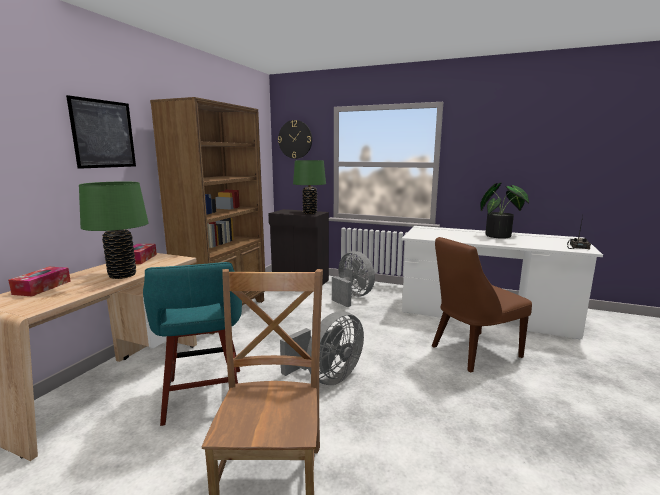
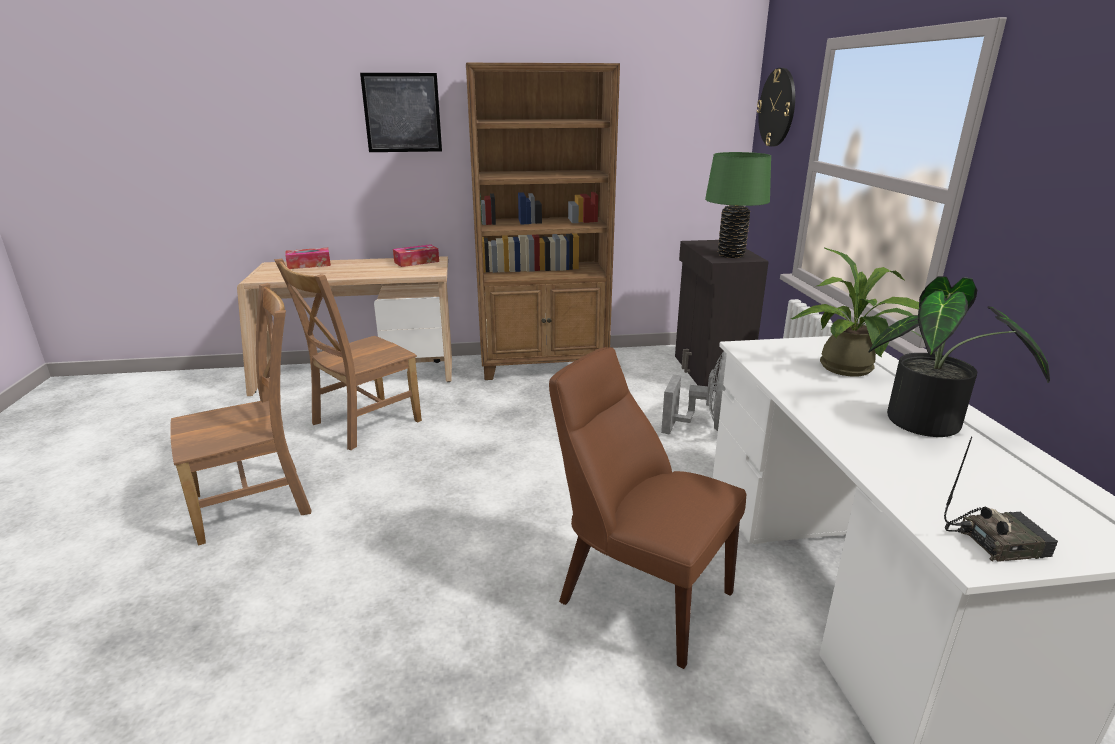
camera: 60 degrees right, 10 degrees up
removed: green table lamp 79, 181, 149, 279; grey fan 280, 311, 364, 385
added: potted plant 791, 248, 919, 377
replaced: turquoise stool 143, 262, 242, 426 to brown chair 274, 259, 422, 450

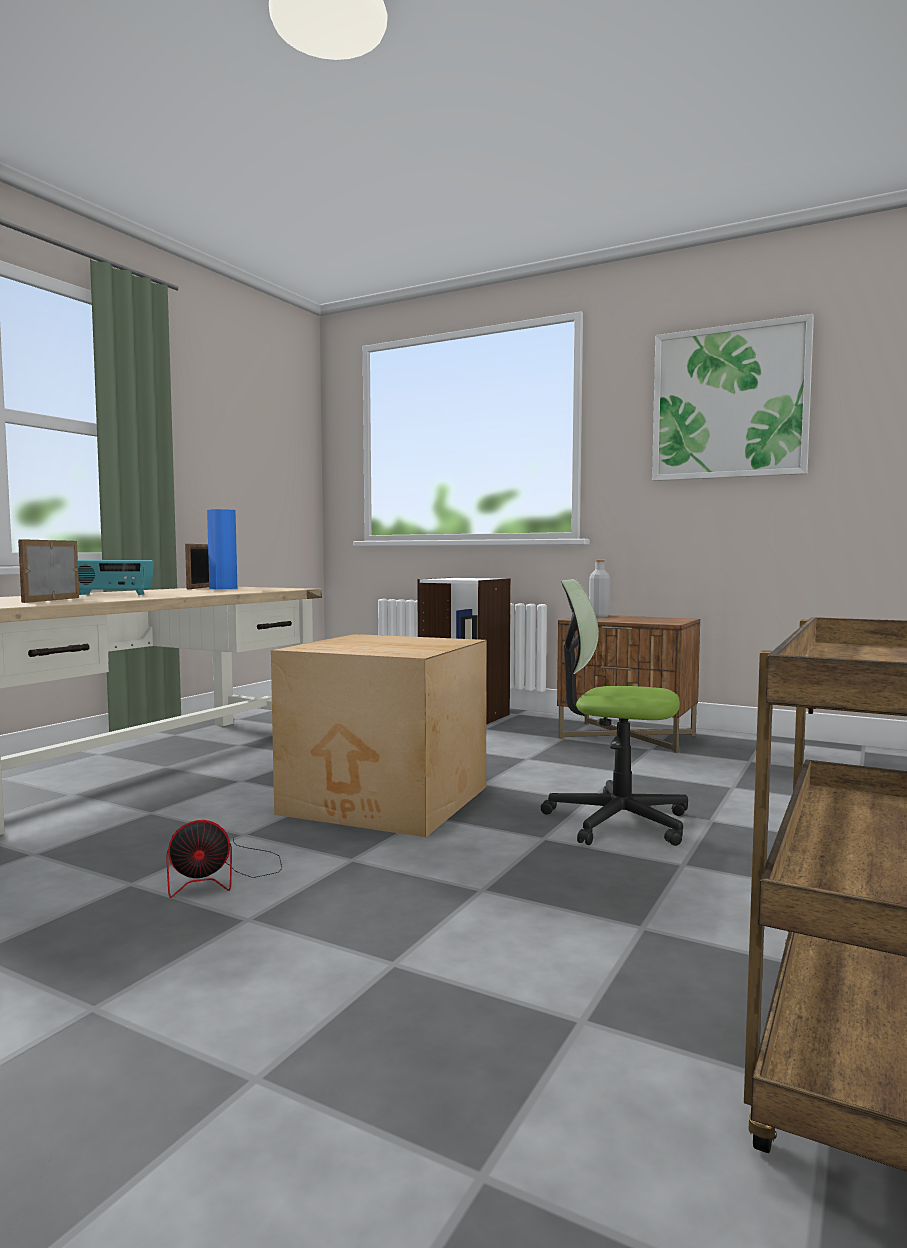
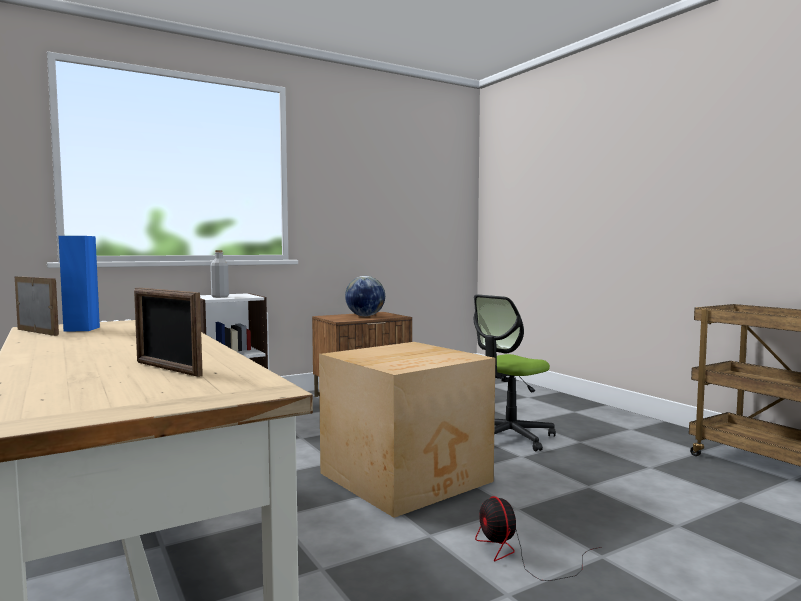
camera: 60 degrees left, 0 degrees up
removed: radio 78, 560, 154, 595; picture 652, 314, 814, 481
added: globe 345, 276, 385, 316
moved: grey bottle 589, 560, 610, 617 to 210, 250, 229, 298
turned: fan 166, 820, 282, 898 = 475, 496, 602, 581 150 degrees clockwise

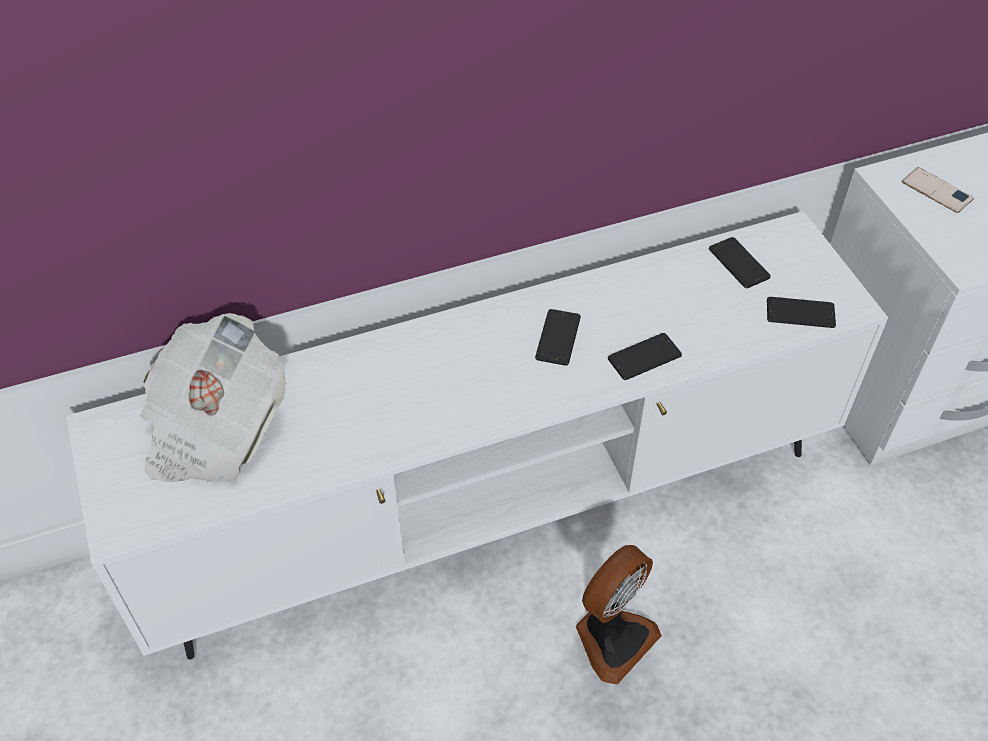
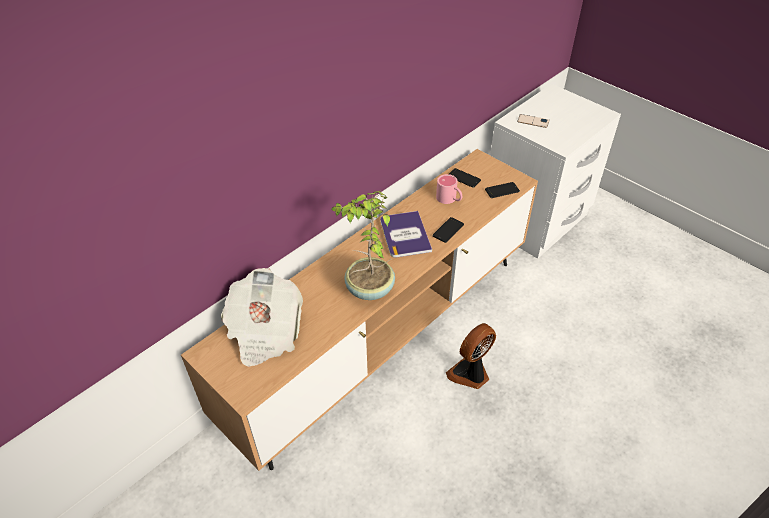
camera: 25 degrees left, 5 degrees down
added: potted plant 332, 190, 395, 300; pink mug 436, 174, 462, 204
replaced: phone 535, 309, 581, 366 to book 380, 211, 432, 258
recoloured: white tv stand 66, 211, 888, 660 to brown tv stand 181, 149, 538, 471
turned: fan 576, 545, 662, 684 = 446, 323, 496, 389 150 degrees counterclockwise

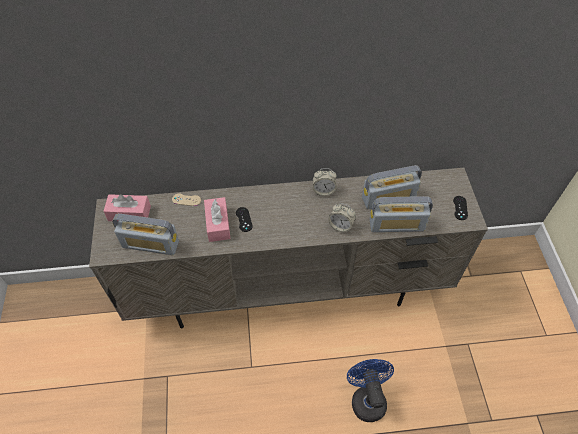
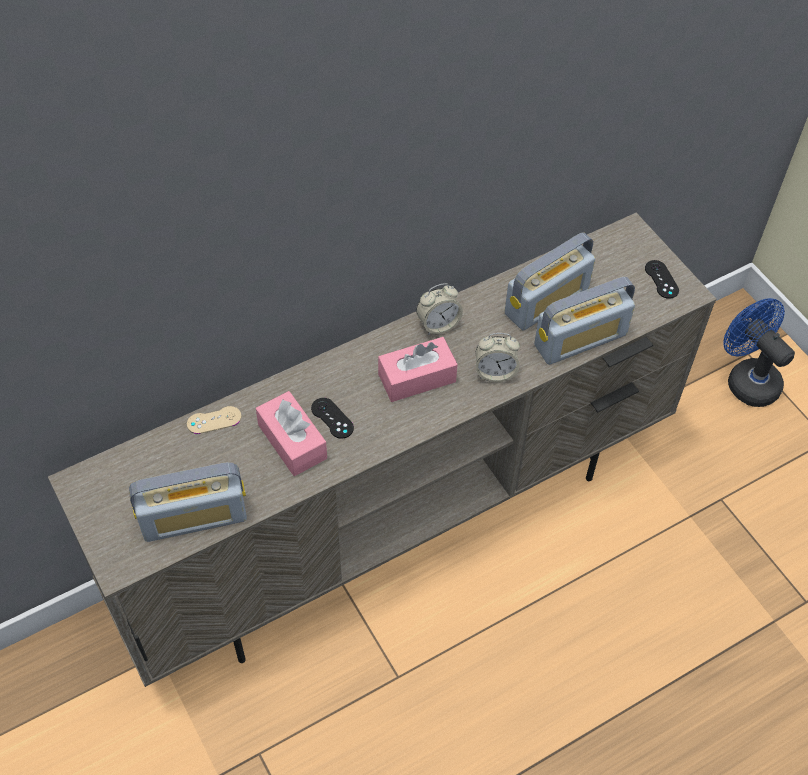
camera: 25 degrees left, 0 degrees up
moved: pink tissue box 104, 194, 151, 221 to 378, 337, 458, 402; blue fan 347, 359, 394, 422 to 723, 298, 795, 407

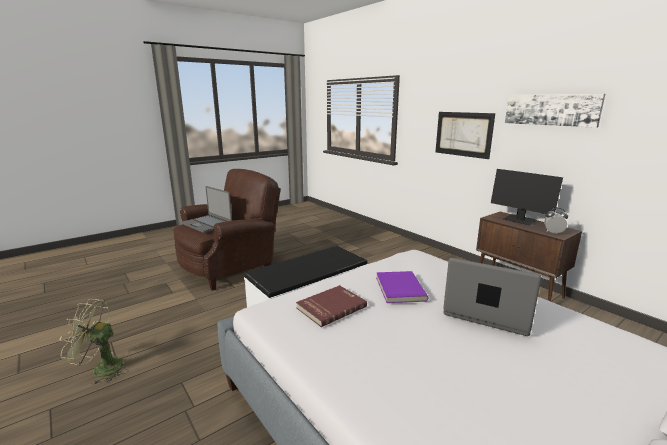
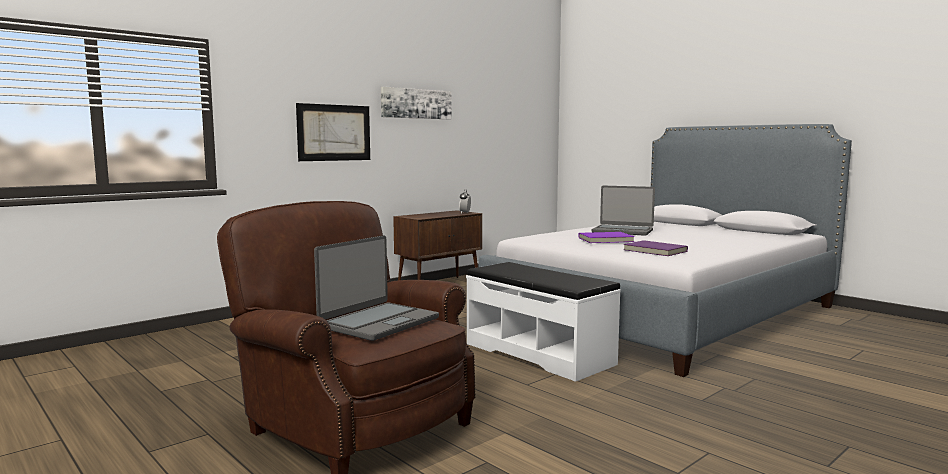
camera: 95 degrees left, 10 degrees down
removed: green fan 60, 299, 129, 385; monitor 491, 169, 563, 225
recoloured: red book 296, 285, 367, 327 to purple book 624, 240, 688, 256
turned: laptop 443, 258, 541, 336 = 592, 186, 655, 236 90 degrees counterclockwise

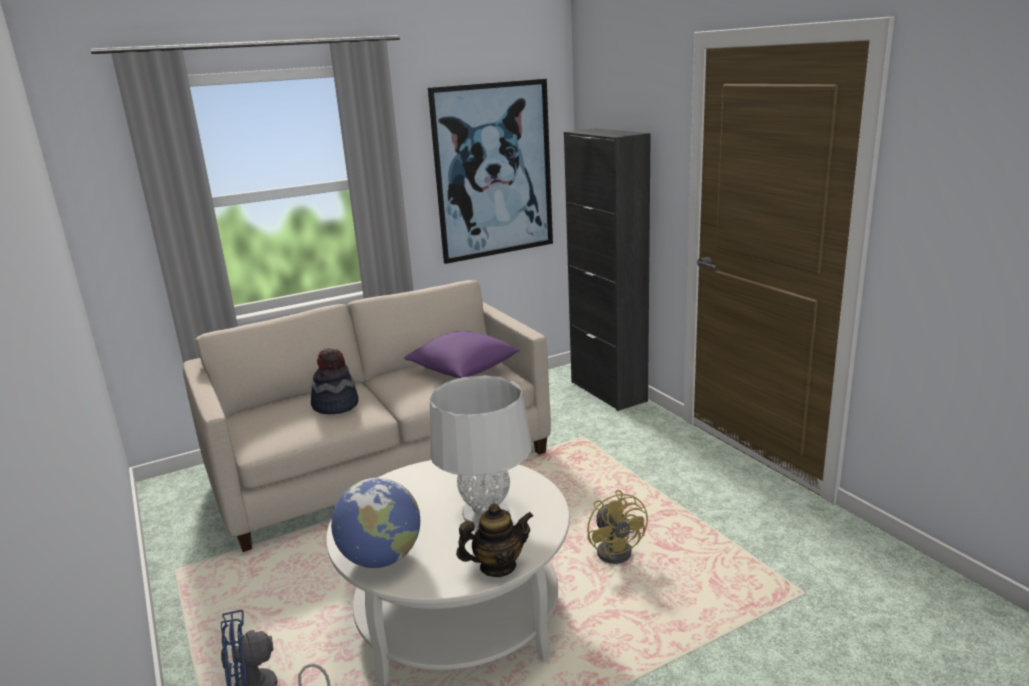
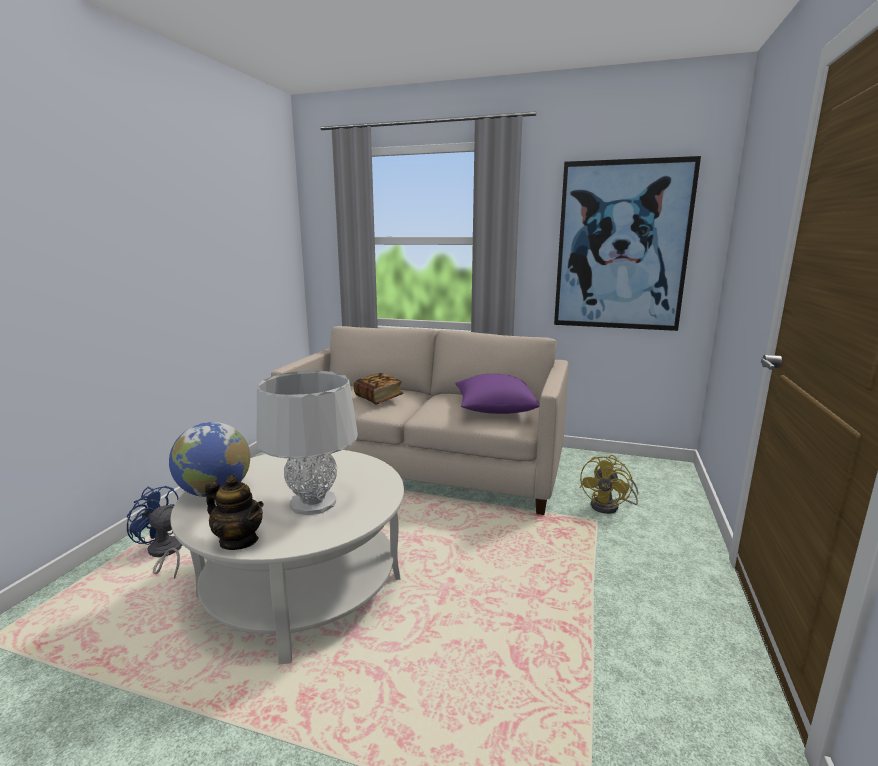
camera: 45 degrees right, 5 degrees down
removed: black cabinet 564, 128, 651, 411
moved: yellow fan 587, 490, 648, 564 to 580, 455, 639, 514
replaced: hat 311, 348, 359, 414 to book 354, 373, 403, 404

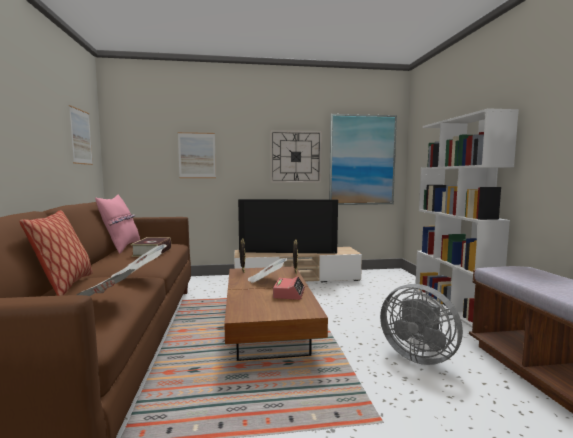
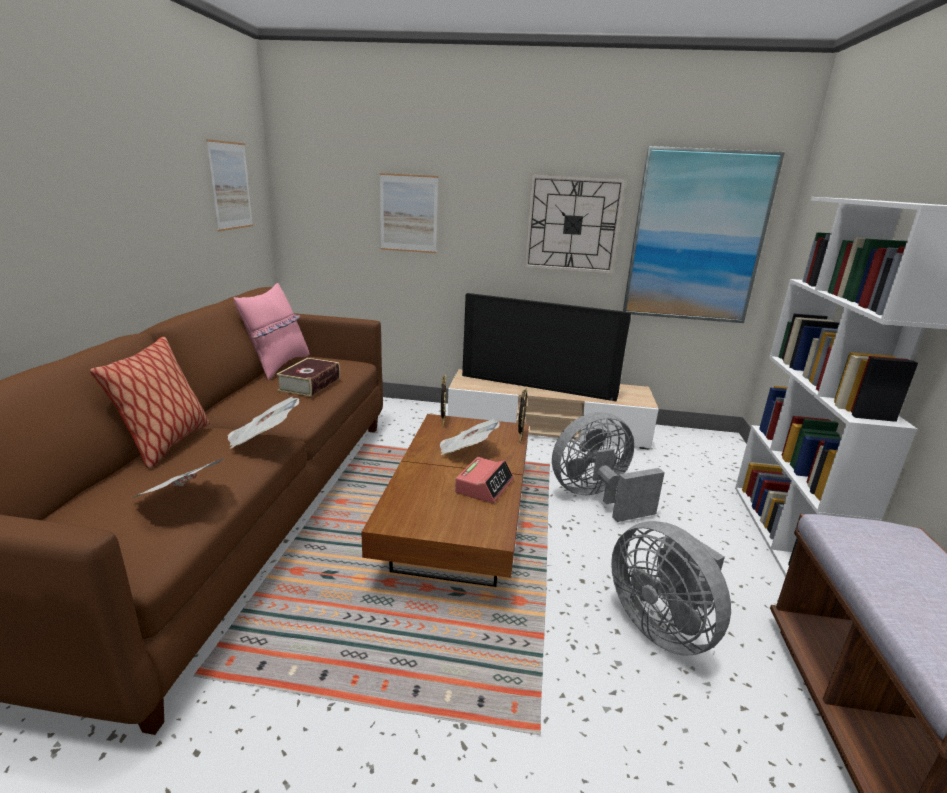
camera: 15 degrees right, 15 degrees up
added: grey fan 552, 412, 665, 522

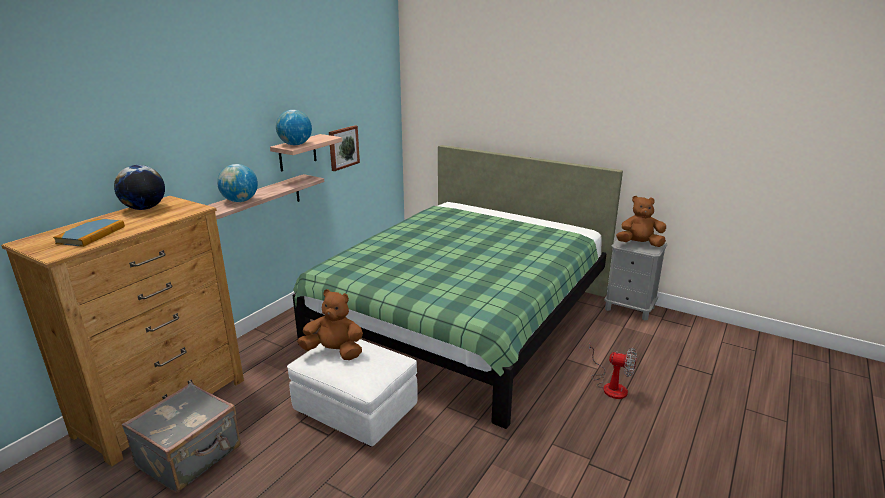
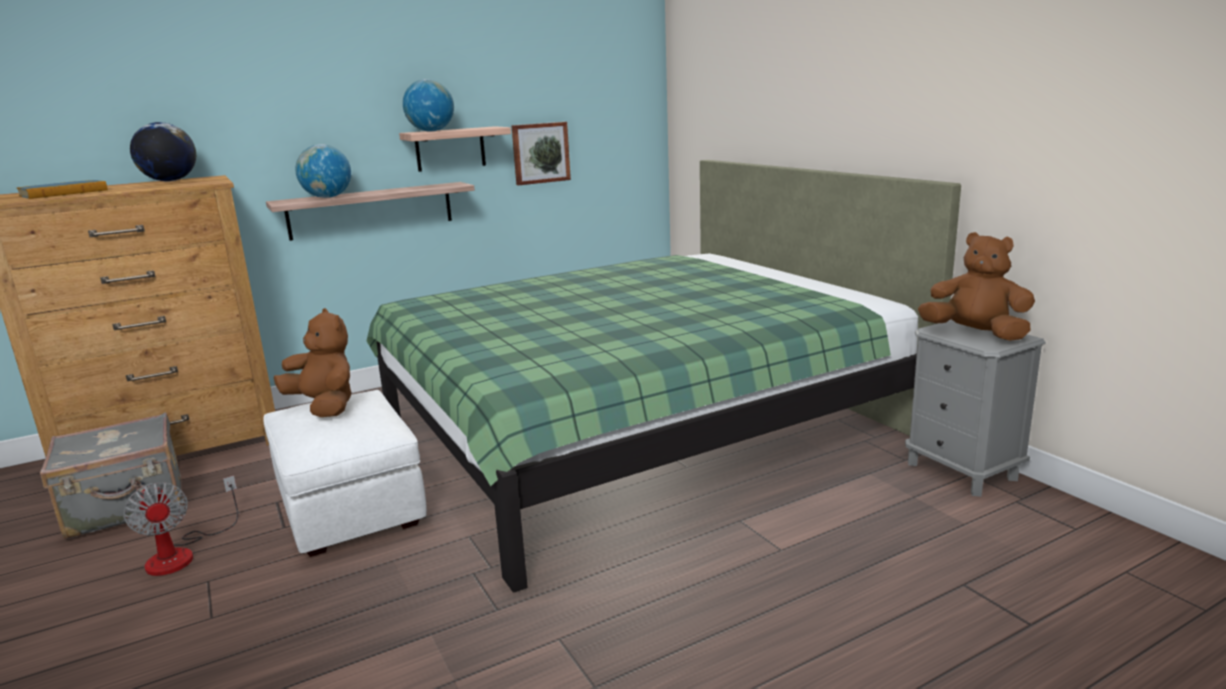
camera: 30 degrees right, 5 degrees down
moved: fan 589, 341, 637, 399 to 123, 475, 238, 576

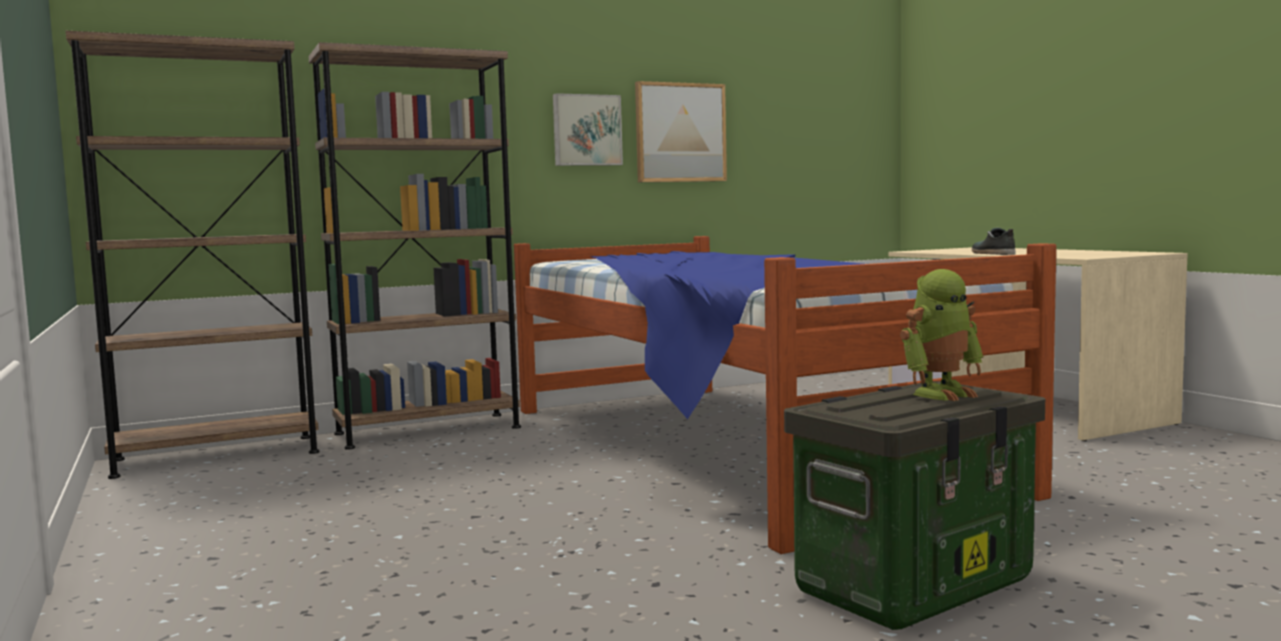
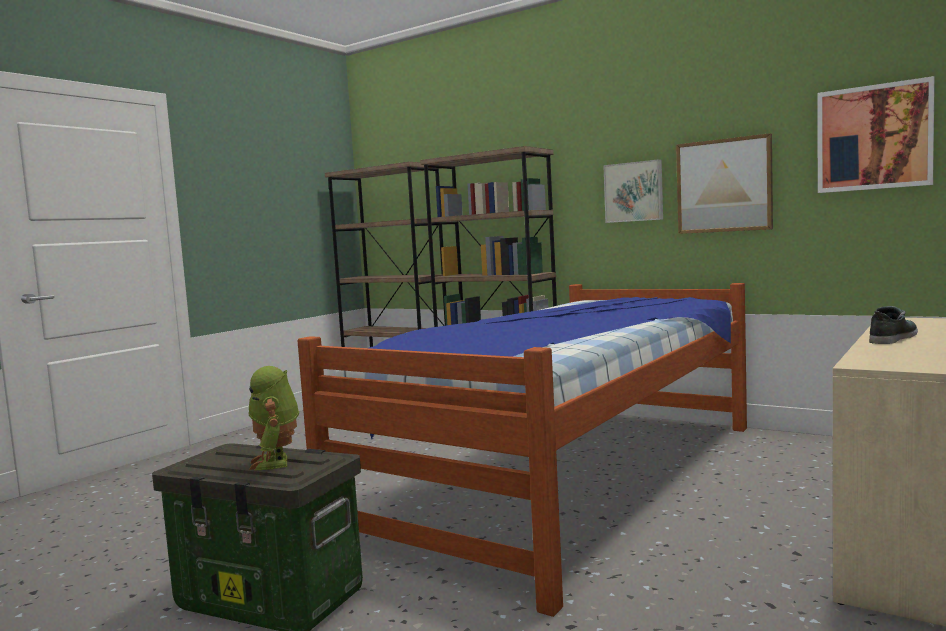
camera: 60 degrees right, 0 degrees up
added: picture 817, 76, 935, 193
turned: toy robot 900, 269, 983, 401 = 248, 366, 299, 470 45 degrees clockwise

